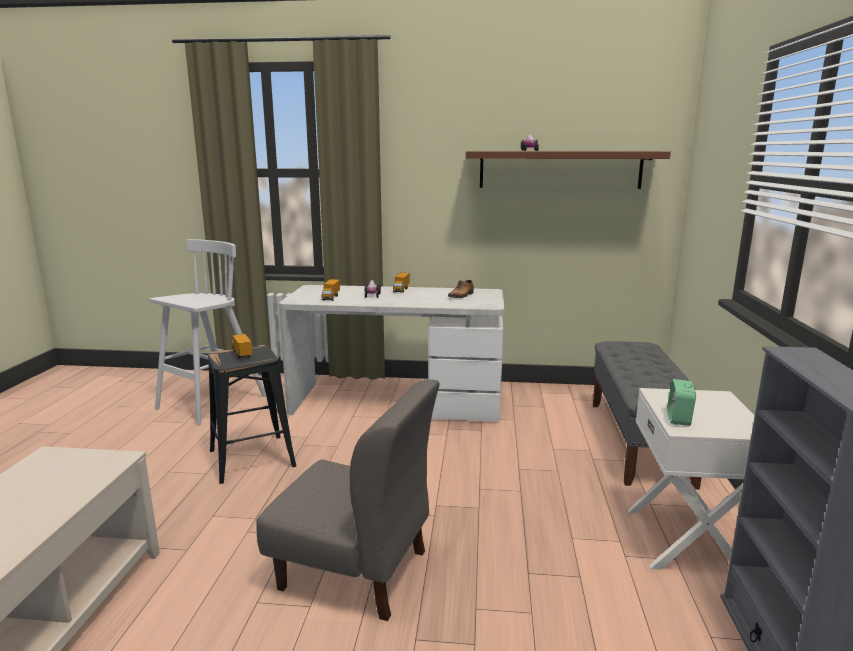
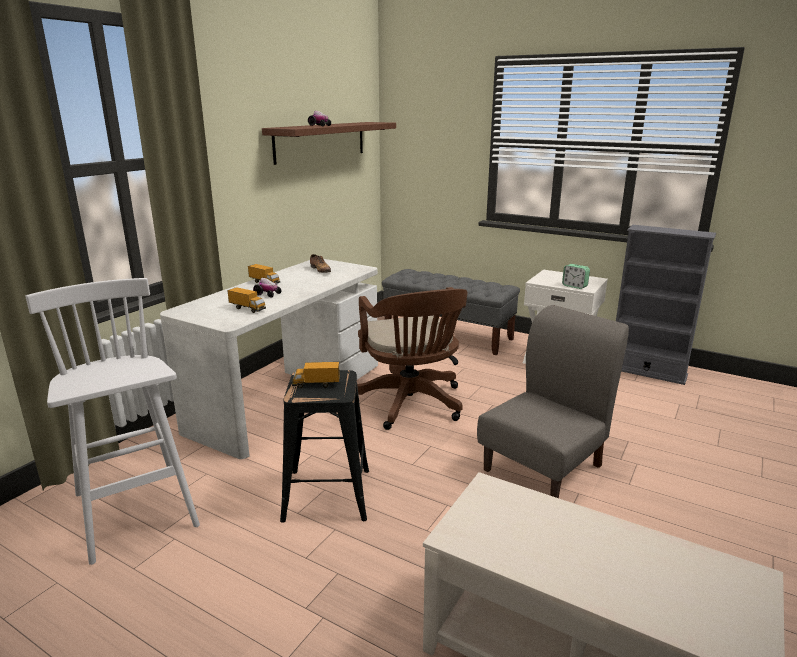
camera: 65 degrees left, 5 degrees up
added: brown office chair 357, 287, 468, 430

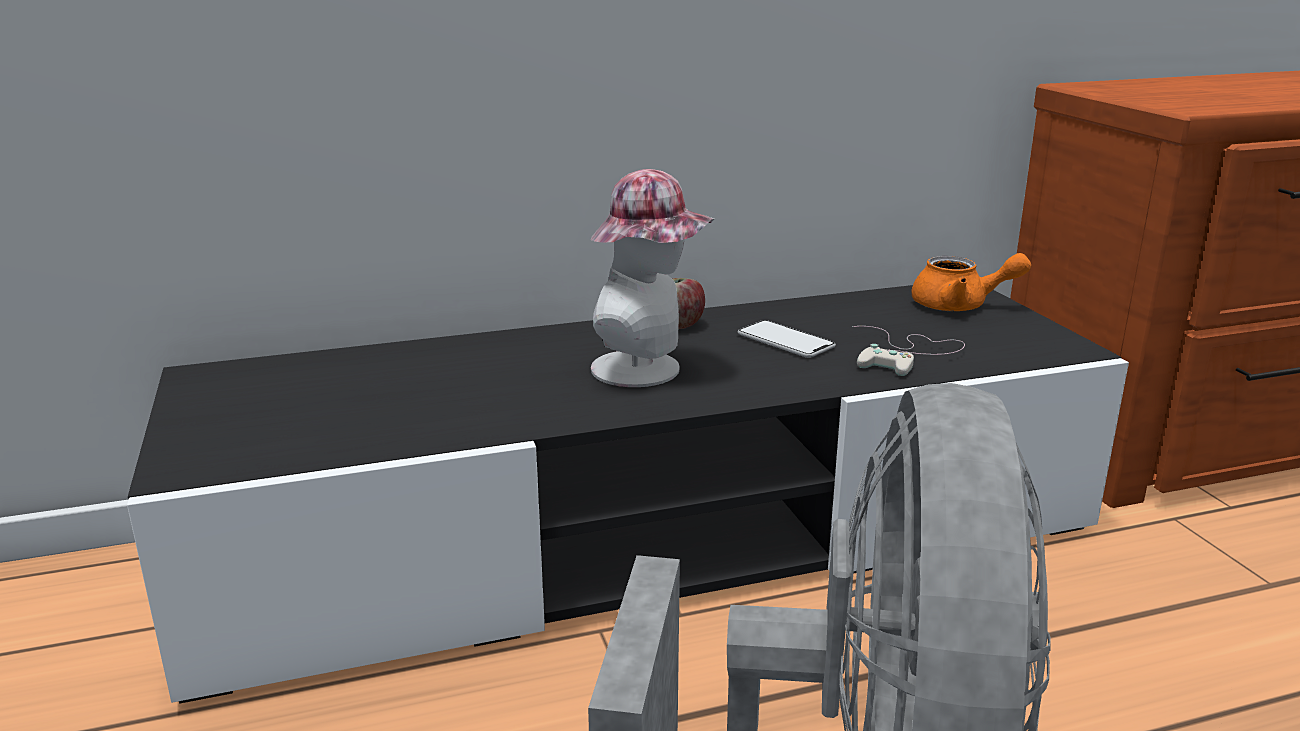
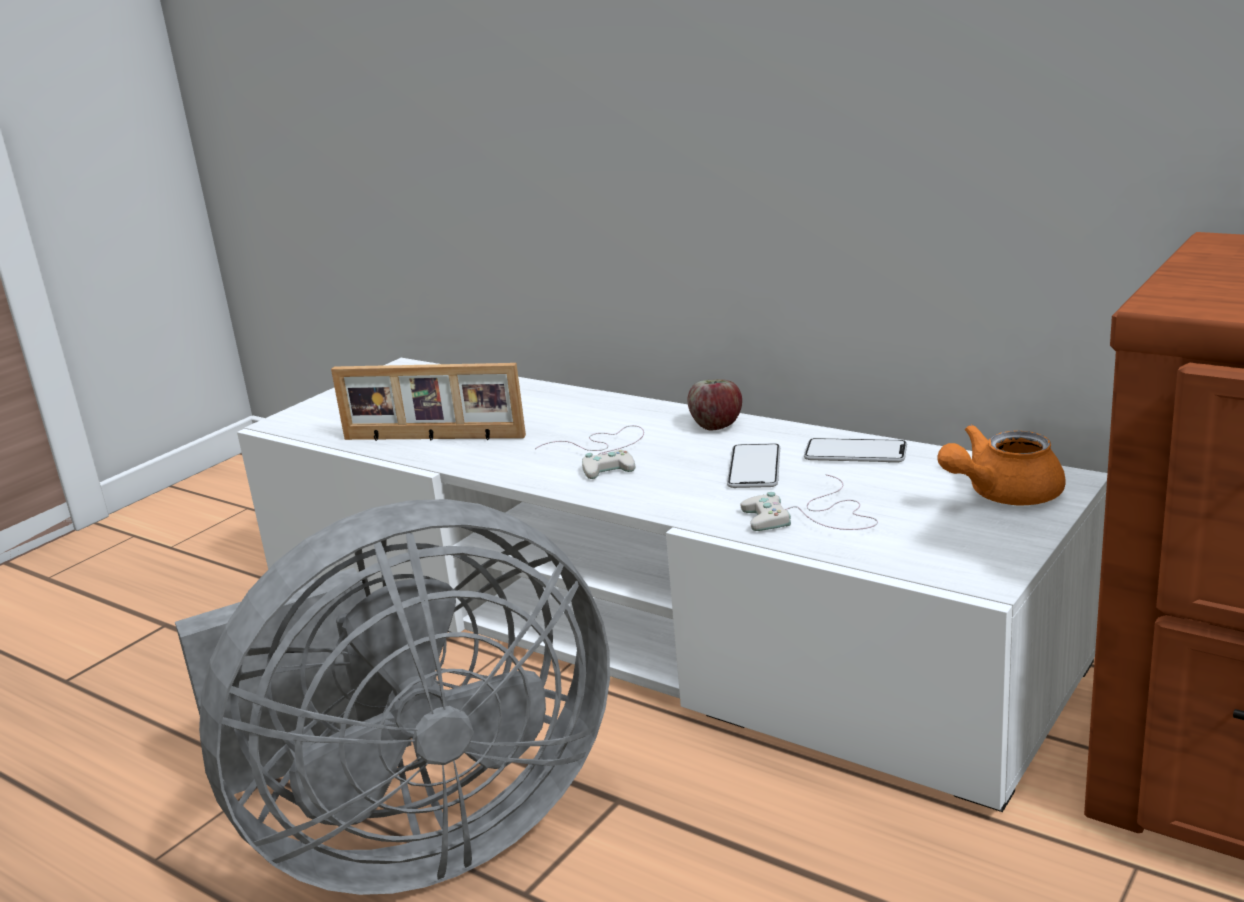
camera: 55 degrees right, 0 degrees up
added: picture frame 331, 363, 526, 441; phone 804, 438, 907, 463
replaced: hat 591, 169, 714, 387 to white game controller 535, 425, 644, 479
recoloured: black tv stand 127, 285, 1129, 703 to white tv stand 237, 358, 1107, 812
turned: orange teapot 911, 253, 1031, 311 = 938, 424, 1066, 506 90 degrees clockwise

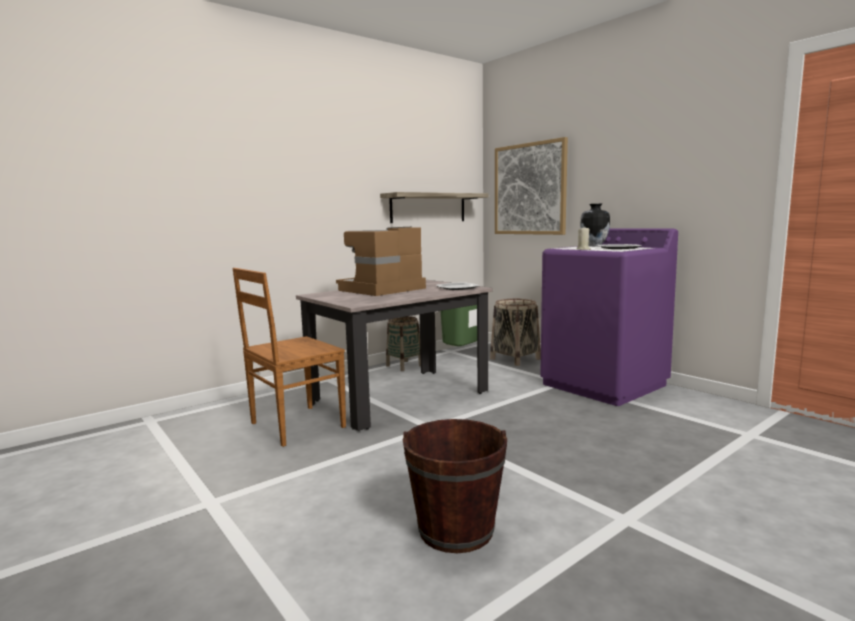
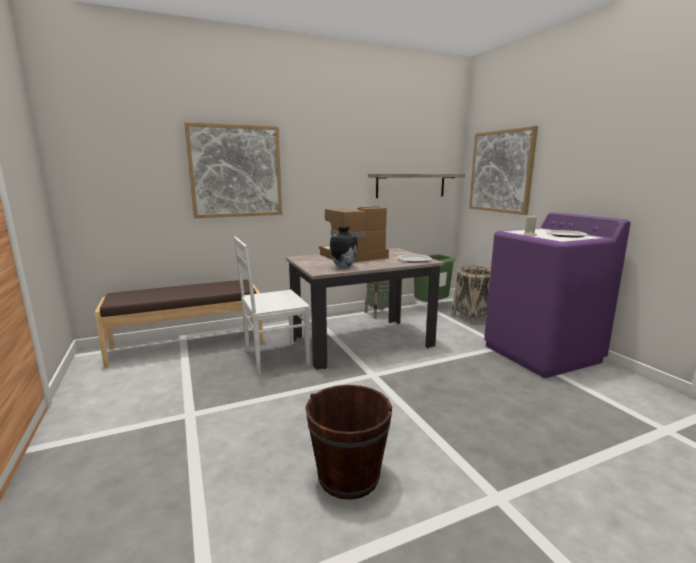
camera: 15 degrees right, 5 degrees up
added: brown bench 94, 279, 263, 368; picture 184, 122, 282, 218
moved: vase 580, 204, 610, 246 to 330, 227, 357, 269
recoloured: brown chair 233, 268, 346, 447 to white chair 234, 236, 310, 375

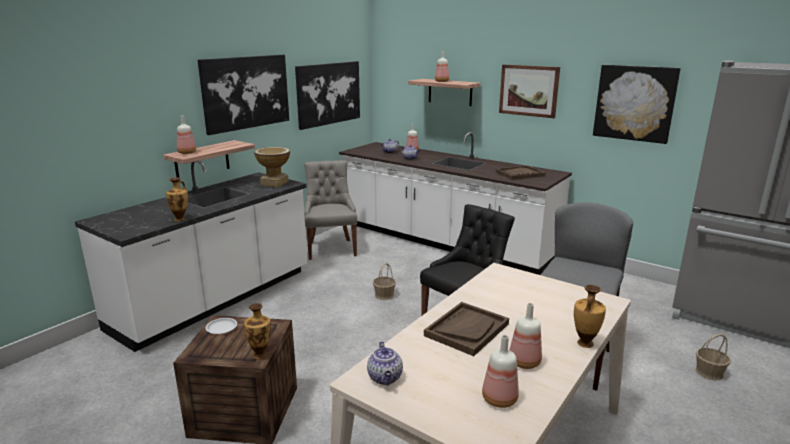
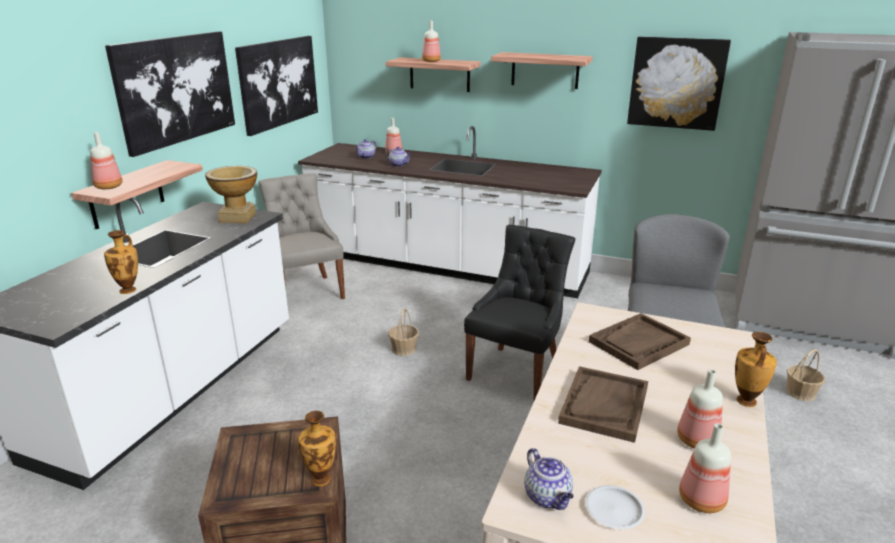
camera: 15 degrees left, 5 degrees up
moved: white plate 206, 318, 237, 334 to 586, 485, 645, 529; brown tray 496, 166, 545, 180 to 589, 313, 691, 370
replaced: picture 499, 65, 560, 118 to shelf 491, 52, 593, 89

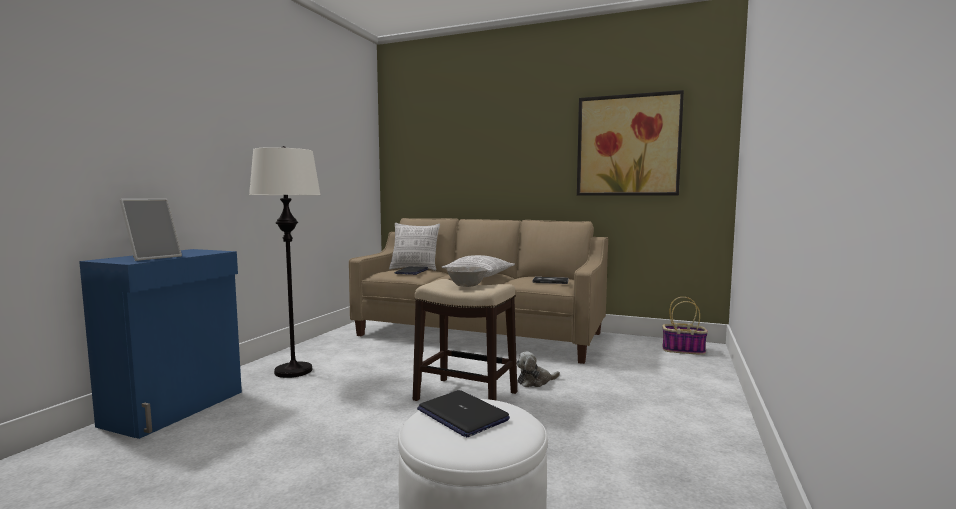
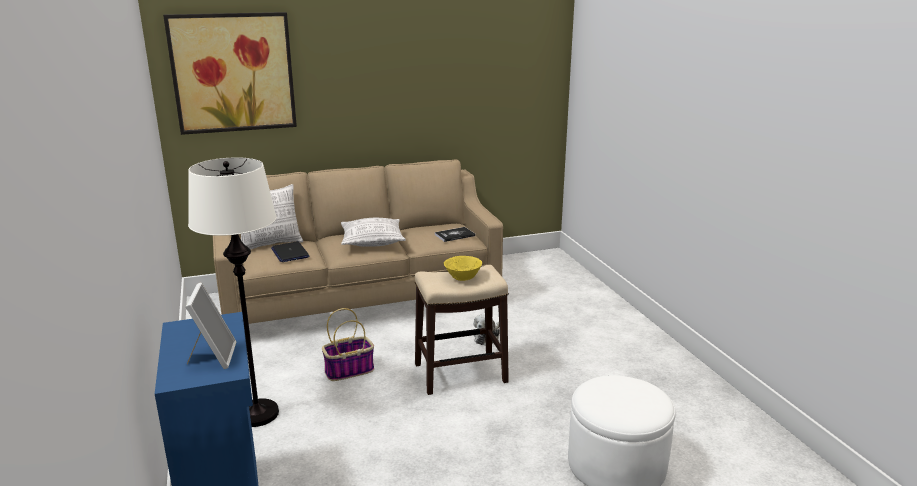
camera: 40 degrees left, 15 degrees up
removed: laptop 417, 390, 510, 437
moved: picture 577, 90, 684, 196 to 163, 12, 297, 135; basket 662, 297, 708, 355 to 322, 308, 374, 381
recoloured: grey bowl 447, 266, 487, 287 to yellow bowl 444, 256, 482, 281

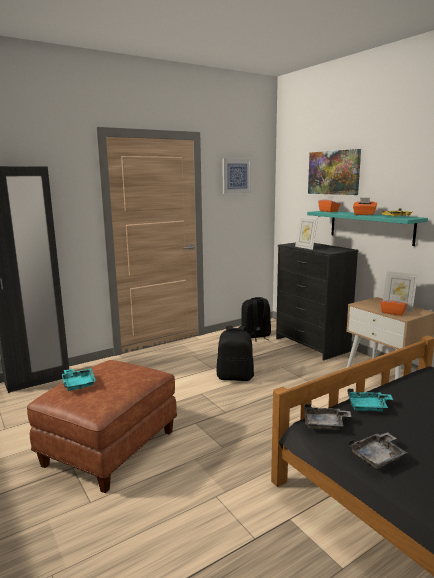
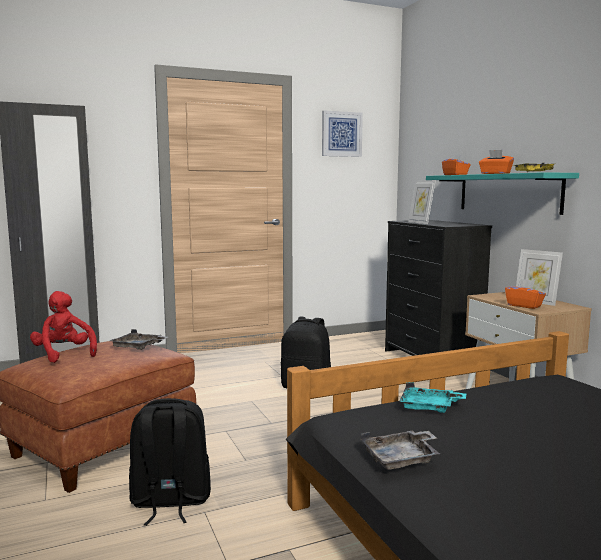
camera: 10 degrees right, 5 degrees down
removed: picture 308, 149, 361, 195
moved: black backpack 241, 297, 271, 342 to 129, 398, 211, 526; grey tray 305, 404, 351, 430 to 110, 329, 168, 350
replaced: turquoise tray 62, 368, 96, 391 to red plush toy 30, 291, 97, 363

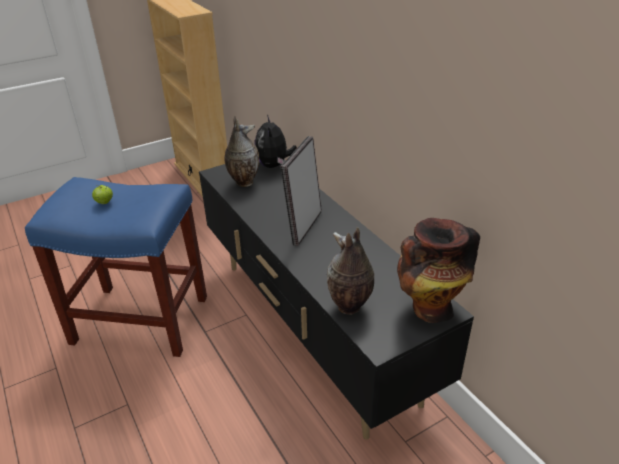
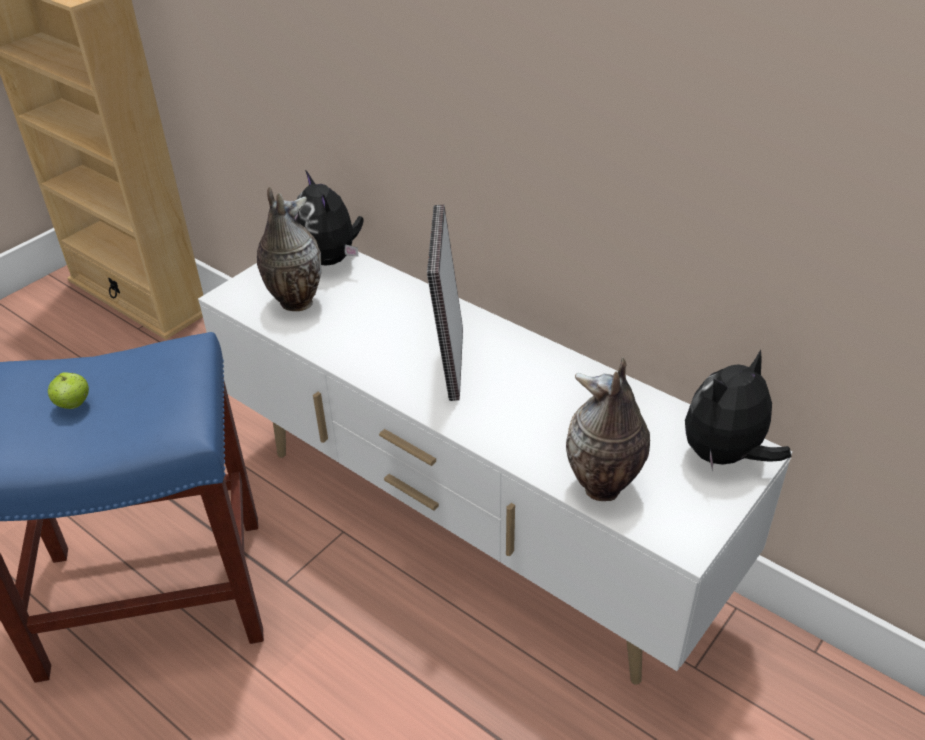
camera: 20 degrees left, 5 degrees up
replaced: vase 397, 218, 480, 323 to plush toy 685, 349, 791, 471
recoloured: black tv stand 199, 160, 474, 440 to white tv stand 198, 252, 792, 685

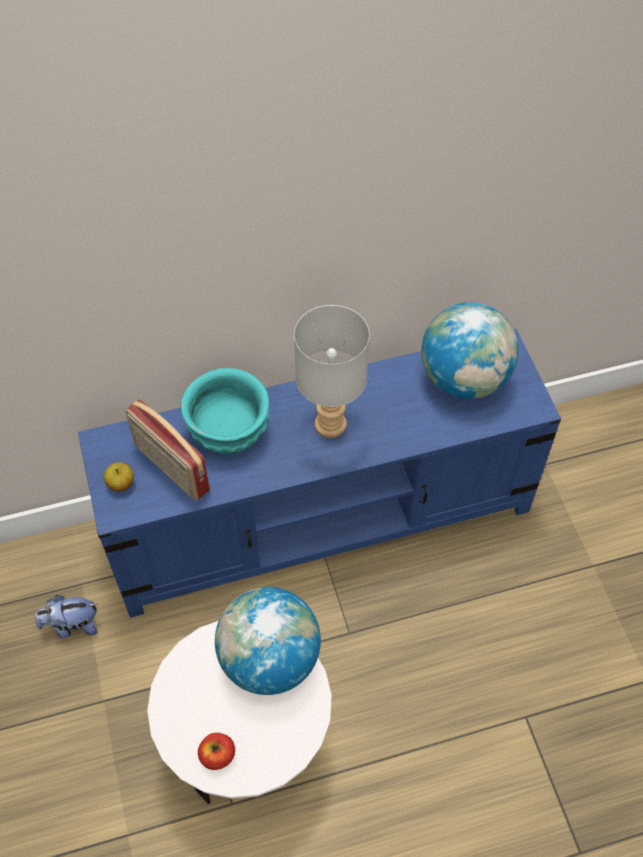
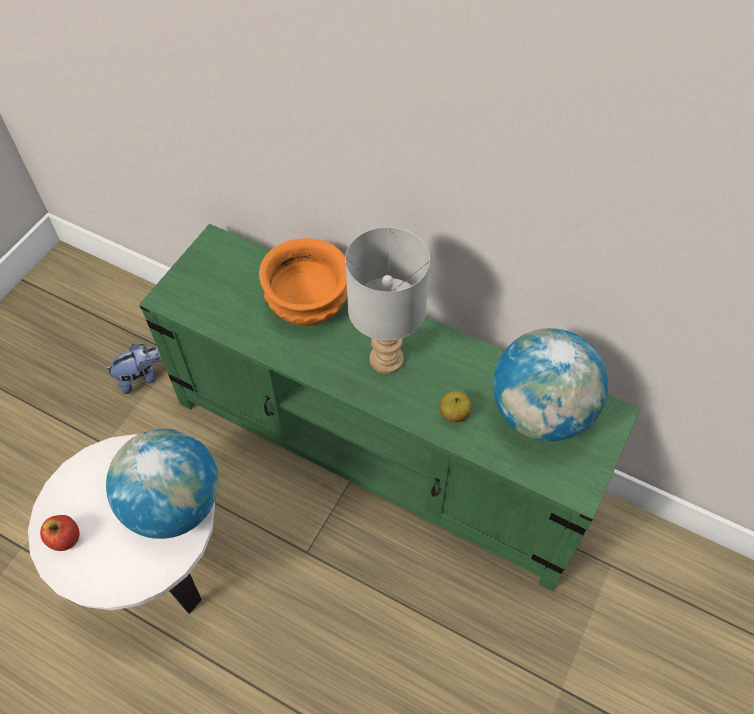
camera: 45 degrees right, 0 degrees up
removed: radio 125, 399, 210, 501
moved: apple 104, 462, 134, 491 to 440, 391, 472, 422
recoloured: blue tv stand 78, 329, 561, 618 to green tv stand 139, 224, 640, 591; turquoise bowl 180, 368, 270, 454 to orange bowl 259, 238, 347, 326
turned: plush toy 35, 595, 98, 638 = 104, 344, 163, 394 120 degrees clockwise

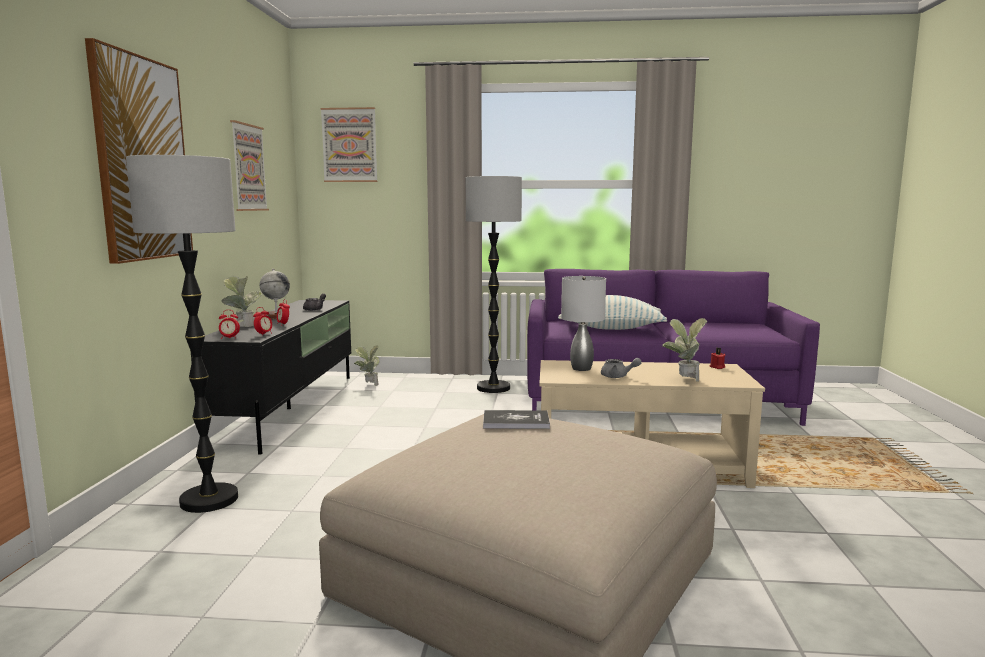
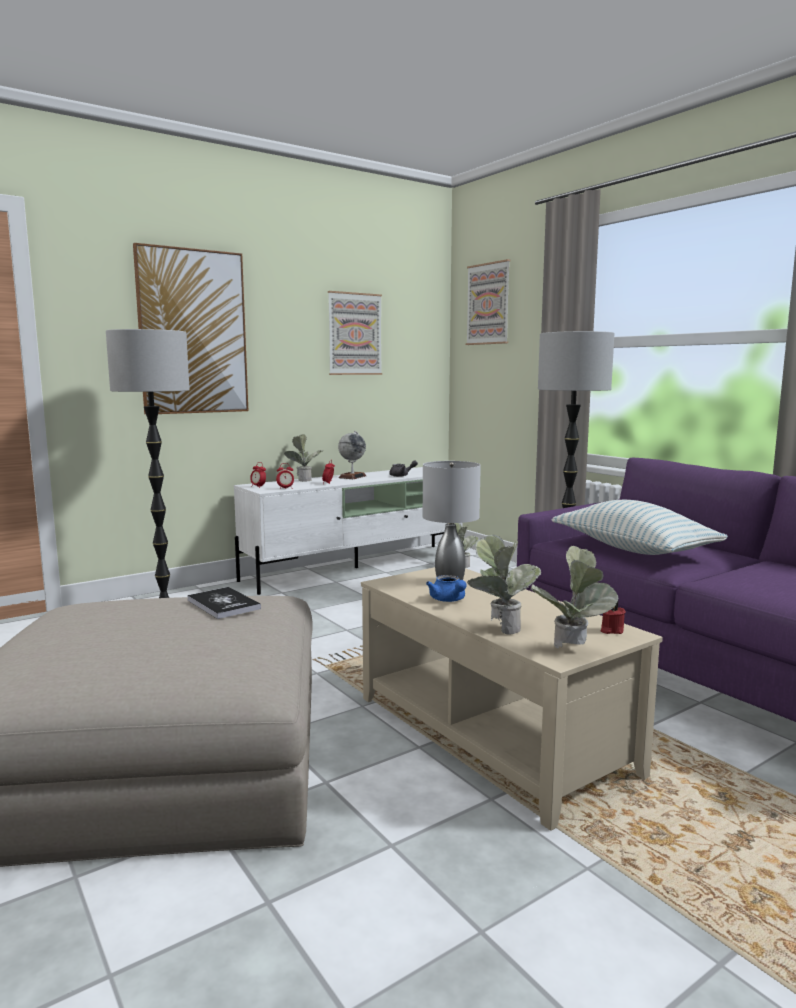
camera: 50 degrees right, 0 degrees up
added: potted plant 531, 546, 618, 649
recoloured: black tv stand 191, 300, 351, 455 to white tv stand 234, 467, 462, 595; grey teapot 601, 358, 642, 378 to blue teapot 426, 575, 467, 602

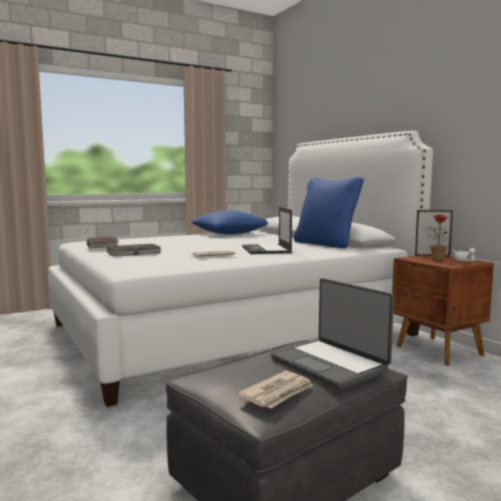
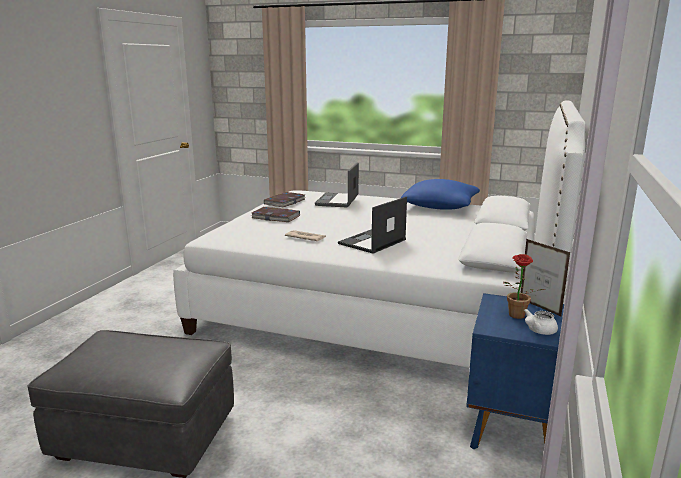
camera: 50 degrees right, 10 degrees up
removed: newspaper 237, 371, 313, 408; blue pillow 294, 177, 364, 248
moved: laptop 271, 278, 394, 390 to 315, 162, 359, 208
recoloured: brown nightstand 392, 255, 494, 366 to blue nightstand 466, 293, 564, 449

